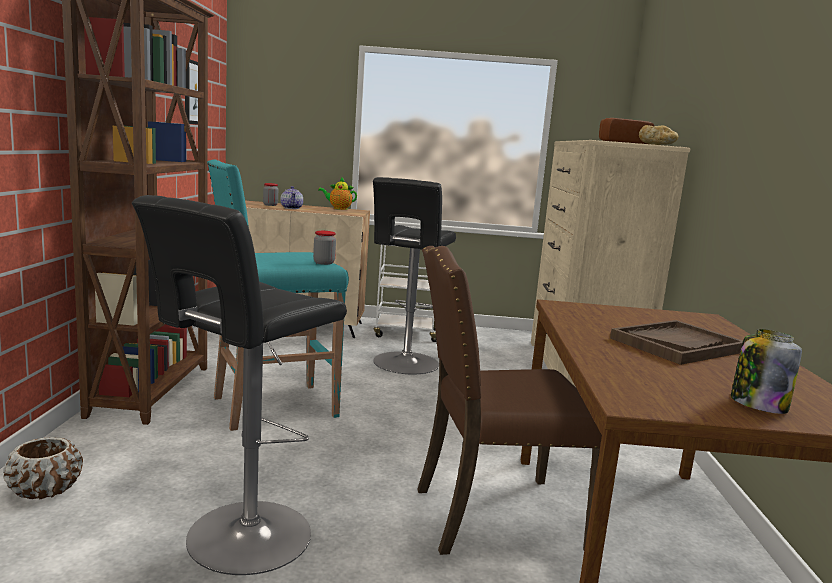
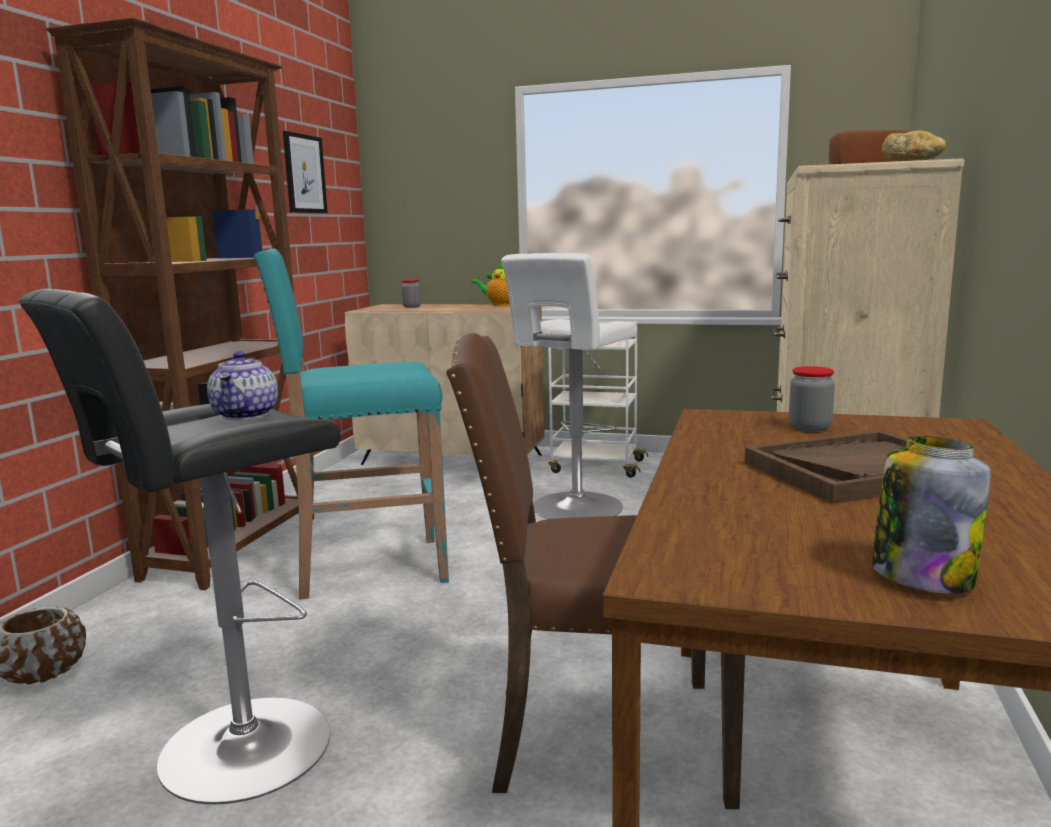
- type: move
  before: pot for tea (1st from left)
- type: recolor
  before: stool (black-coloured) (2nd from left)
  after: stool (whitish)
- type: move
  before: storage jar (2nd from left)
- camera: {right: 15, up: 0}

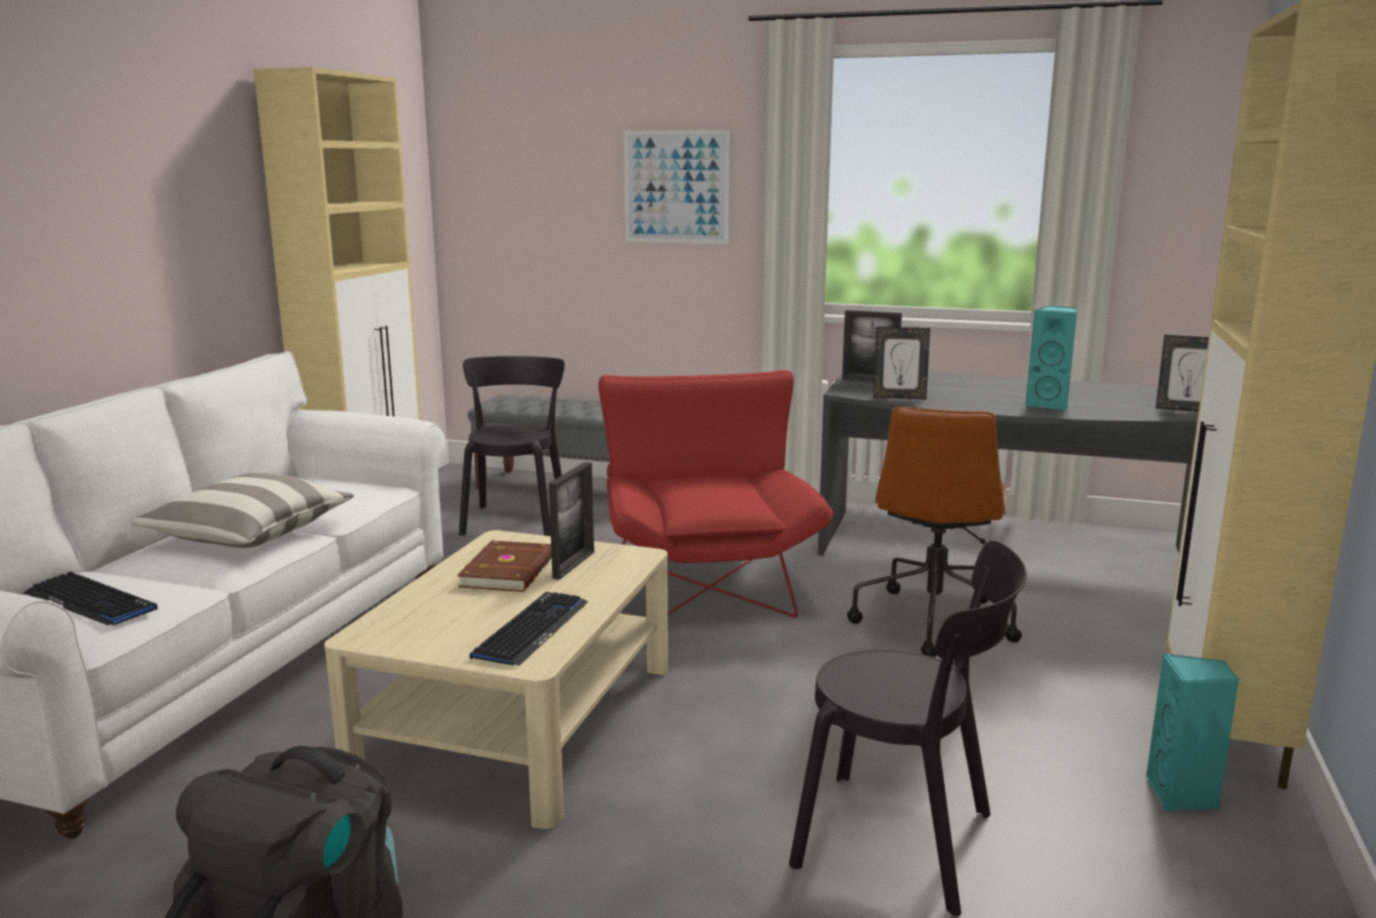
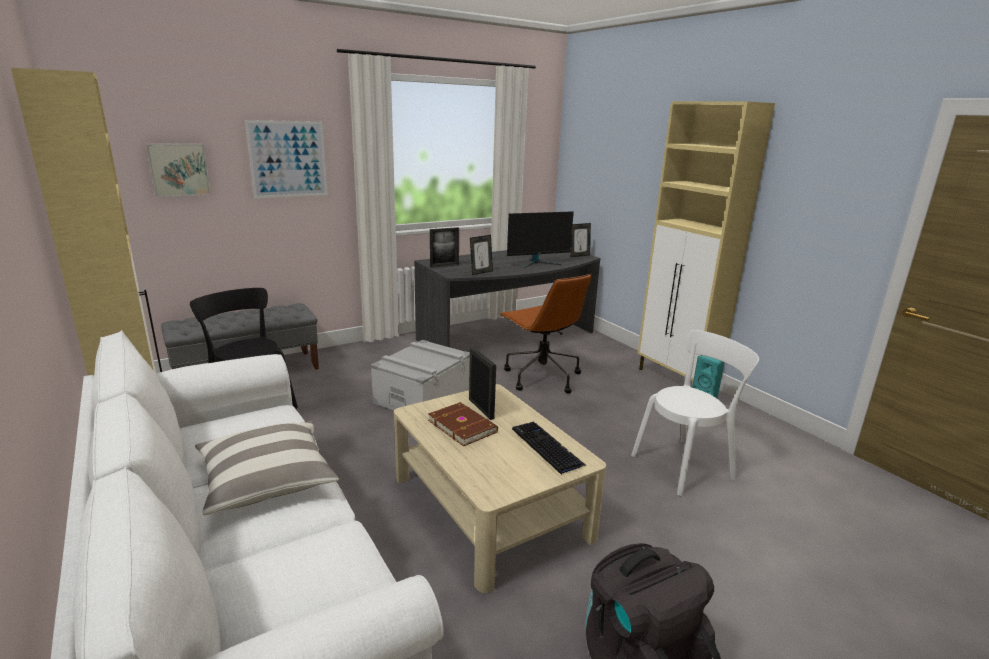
- type: insert
  after: picture (1st from left)
- type: replace
  before: lounge chair (red-coloured)
  after: storage bin (gray)
- type: replace
  before: speaker (turquoise) (1st from left)
  after: computer screen
- type: recolor
  before: chair (black-coloured) (2nd from left)
  after: chair (whitish)
- type: delete
  before: keyboard (1st from left)
- camera: {right: -50, up: 5}

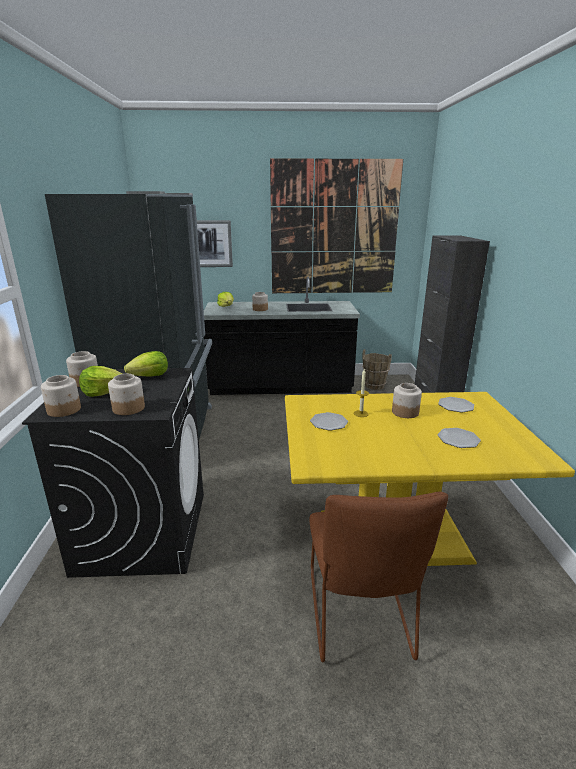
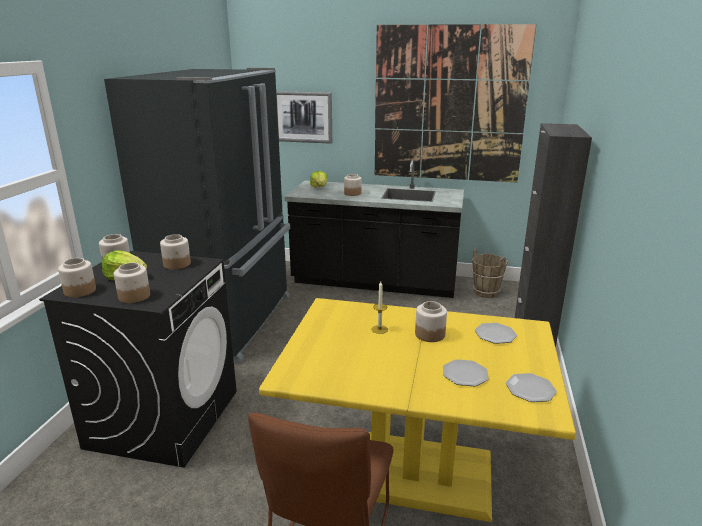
- type: replace
  before: lettuce head (2nd from left)
  after: storage jar (4th from left)
- type: move
  before: dinner plate (1st from left in the first image)
  after: dinner plate (3rd from left)
- camera: {right: 15, up: 0}

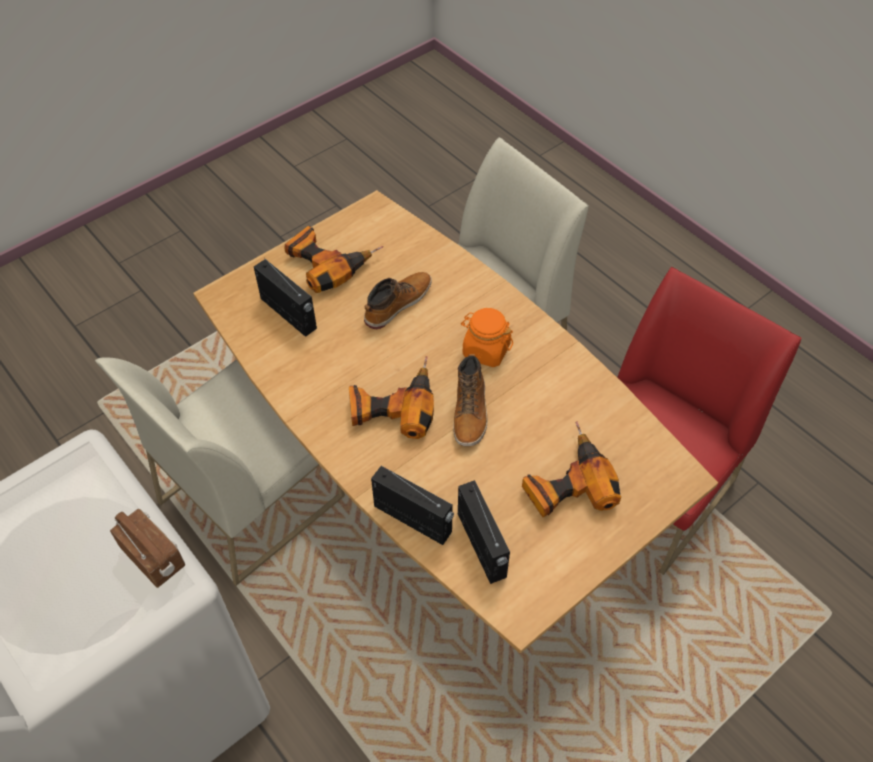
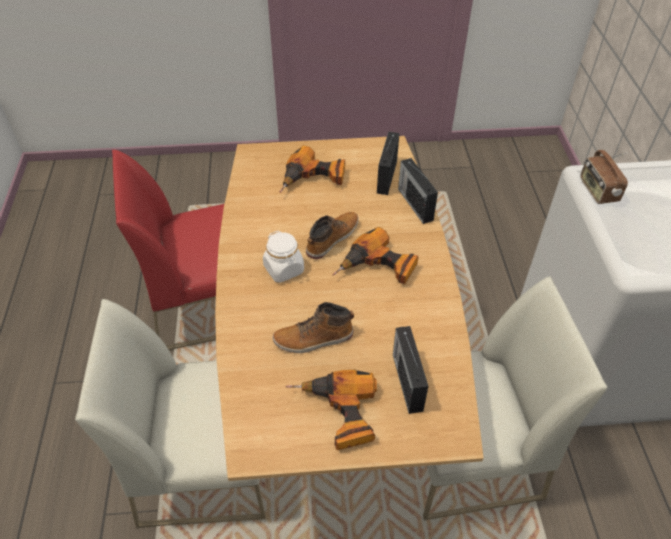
- type: recolor
  before: storage jar (orange)
  after: storage jar (whitish)
- camera: {right: -145, up: -5}

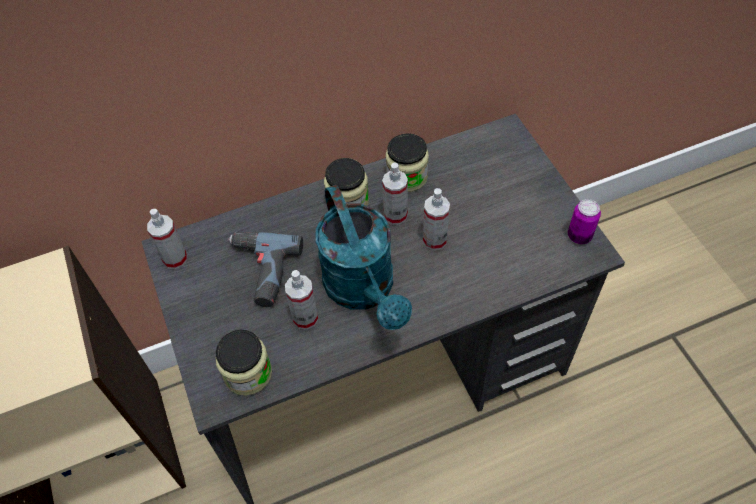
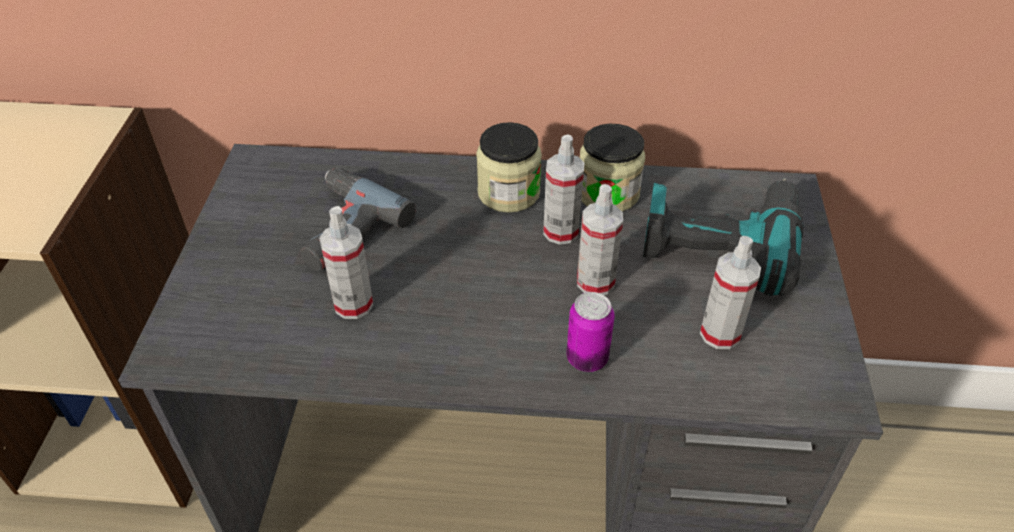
- type: move
  before: metal can
- type: insert
  after: power drill (2nd from left)
- type: move
  before: hand sprayer (1st from left in the first image)
  after: hand sprayer (4th from left)
- type: delete
  before: storage jar (1st from left)
- type: delete
  before: sprinkling can (turquoise)
- camera: {right: 25, up: -10}

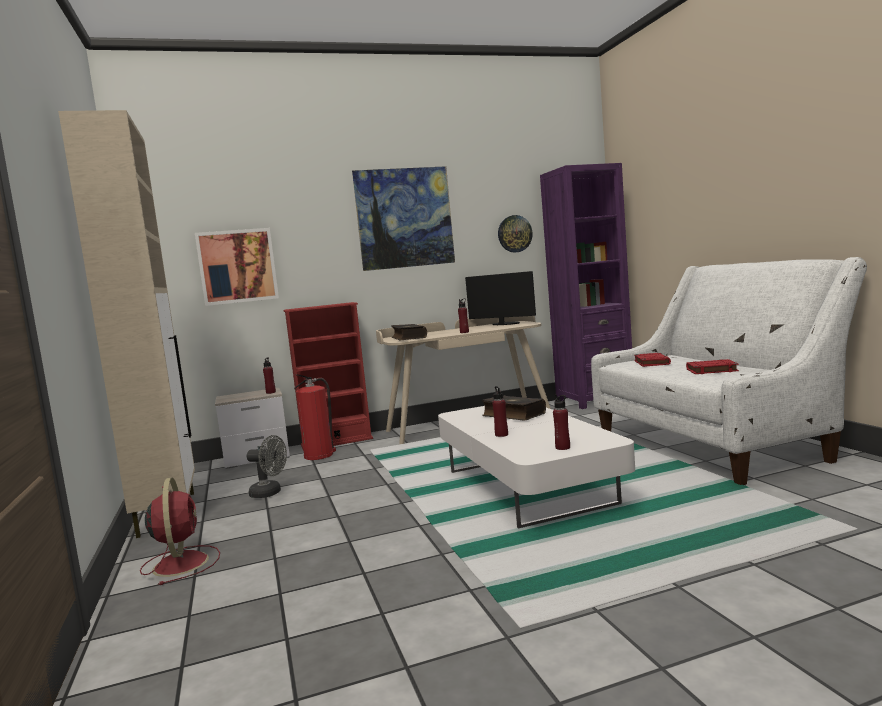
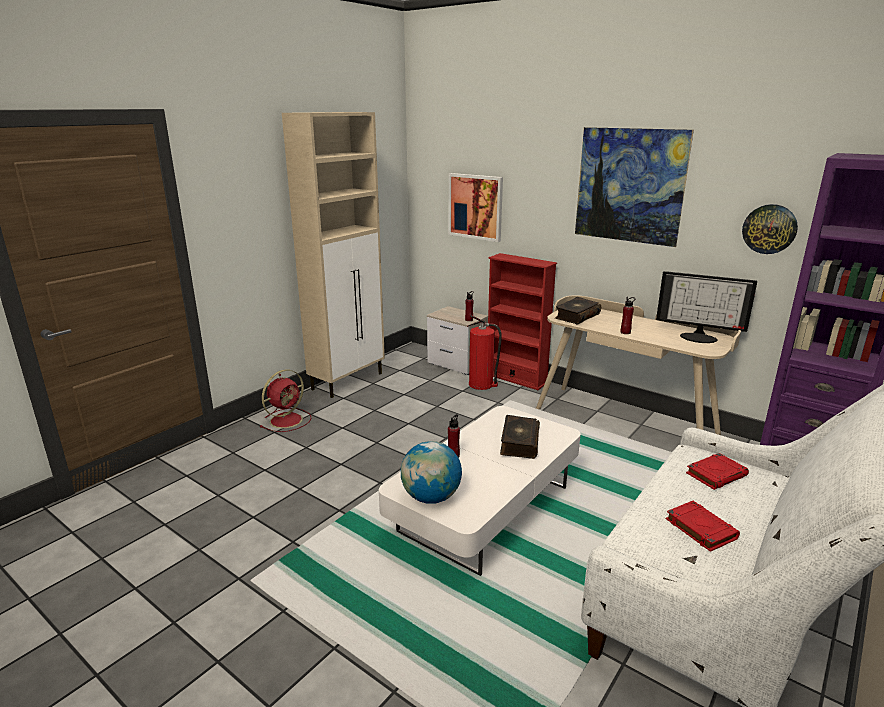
- type: replace
  before: beverage bottle (red-coloured) (4th from left)
  after: world globe
- type: rotate
  before: computer screen
  turn: 120
- type: delete
  before: electric fan (gray)
- camera: {right: 55, up: 15}

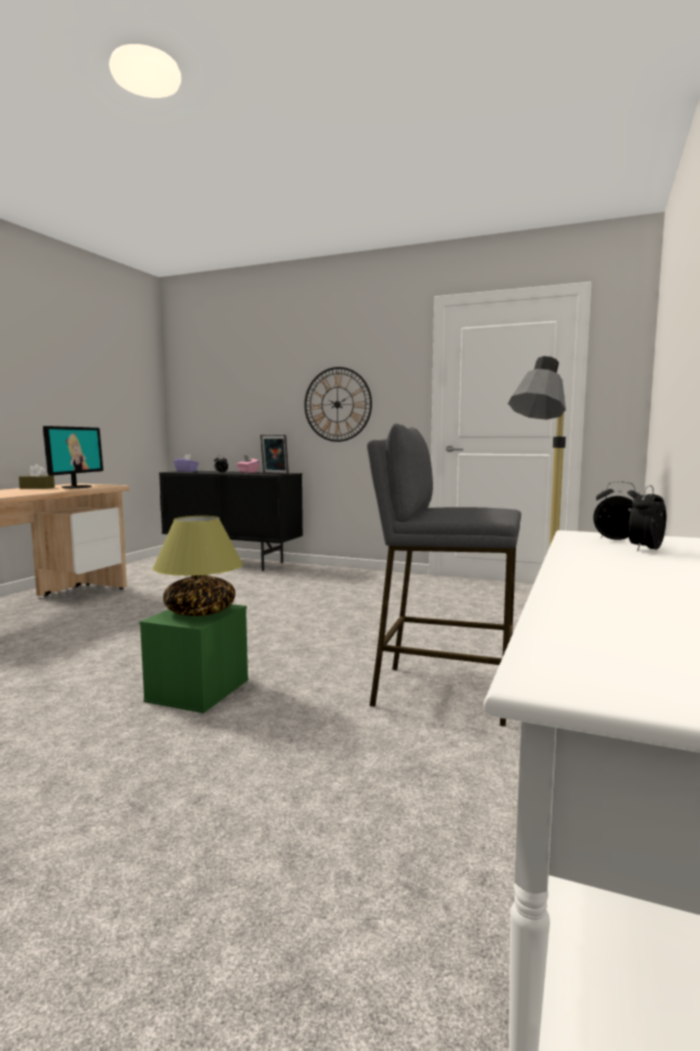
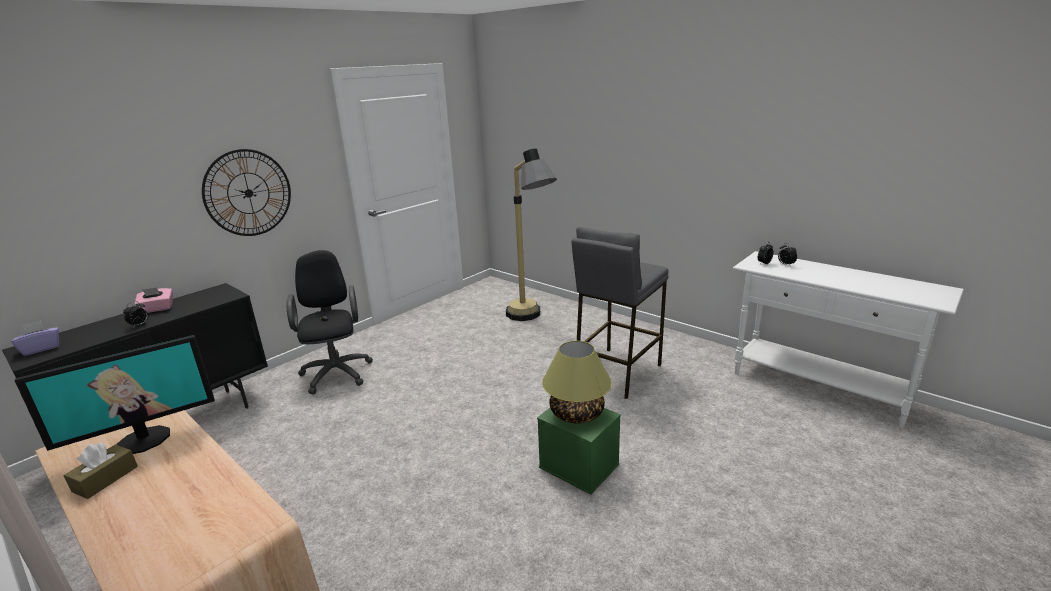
- type: rotate
  before: computer screen
  turn: 120
- type: insert
  after: office chair (black-coloured)
- type: delete
  before: photo frame
- camera: {right: -70, up: 15}

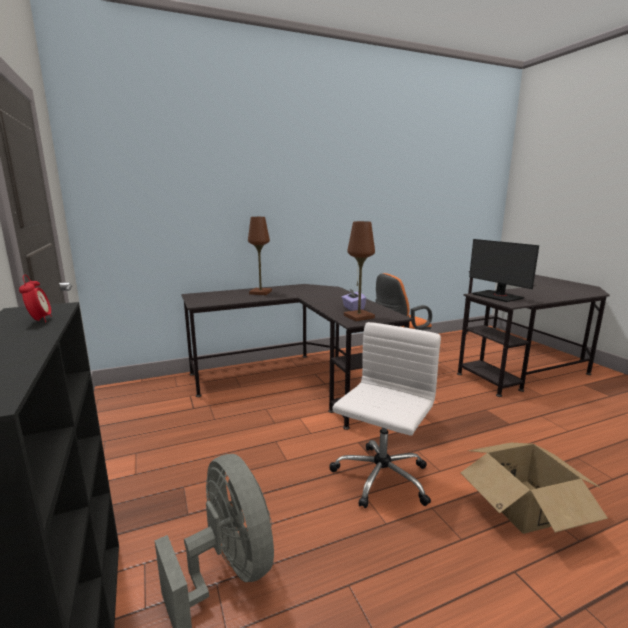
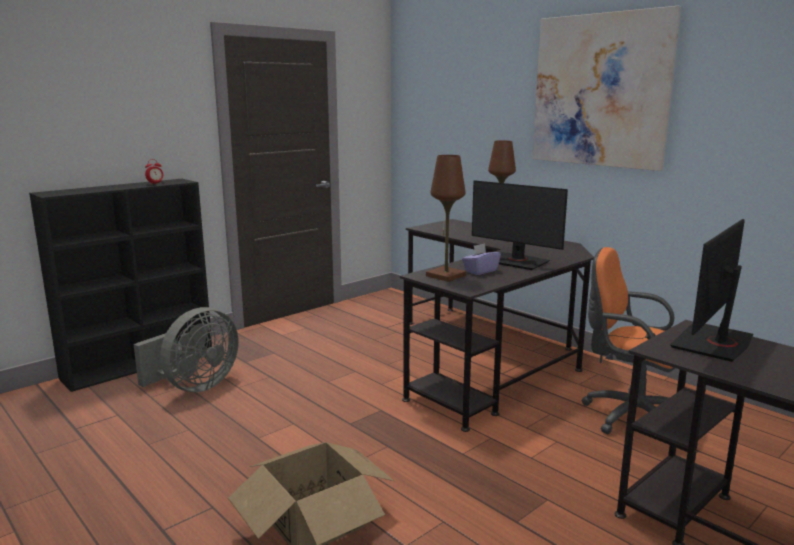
- type: insert
  after: computer screen (1st from left)
- type: insert
  after: picture
- type: delete
  before: office chair (whitish)
- camera: {right: 70, up: 0}

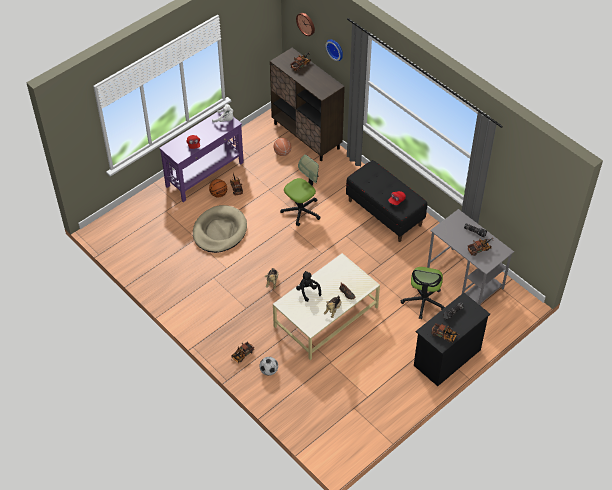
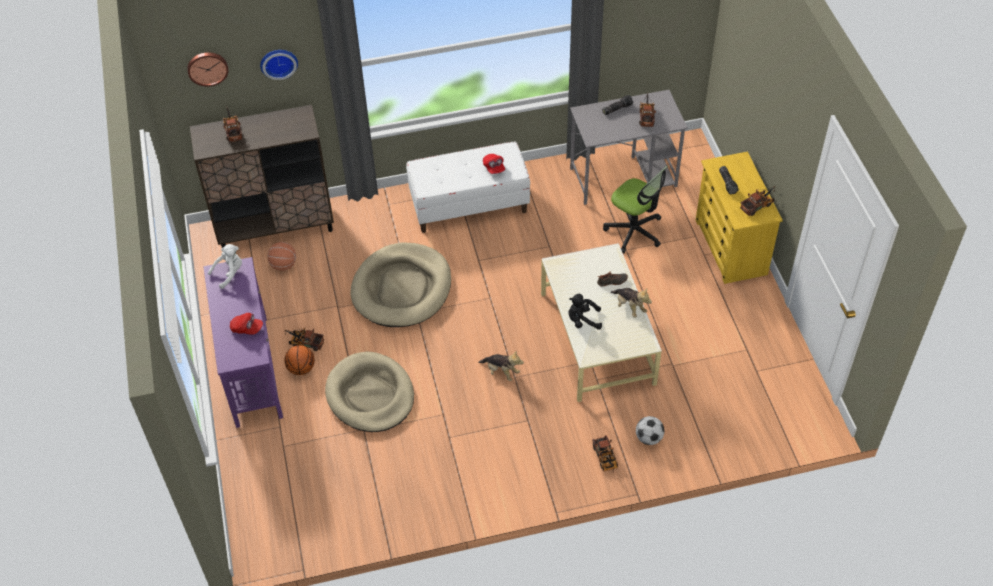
- type: replace
  before: office chair (1st from left)
  after: dog cushion (sand-coloured) (2nd from left)
- type: recolor
  before: indoor bench (black-coloured)
  after: indoor bench (whitish)
- type: recolor
  before: chest of drawers (black-coloured)
  after: chest of drawers (yellowish)
- camera: {right: -60, up: 0}

